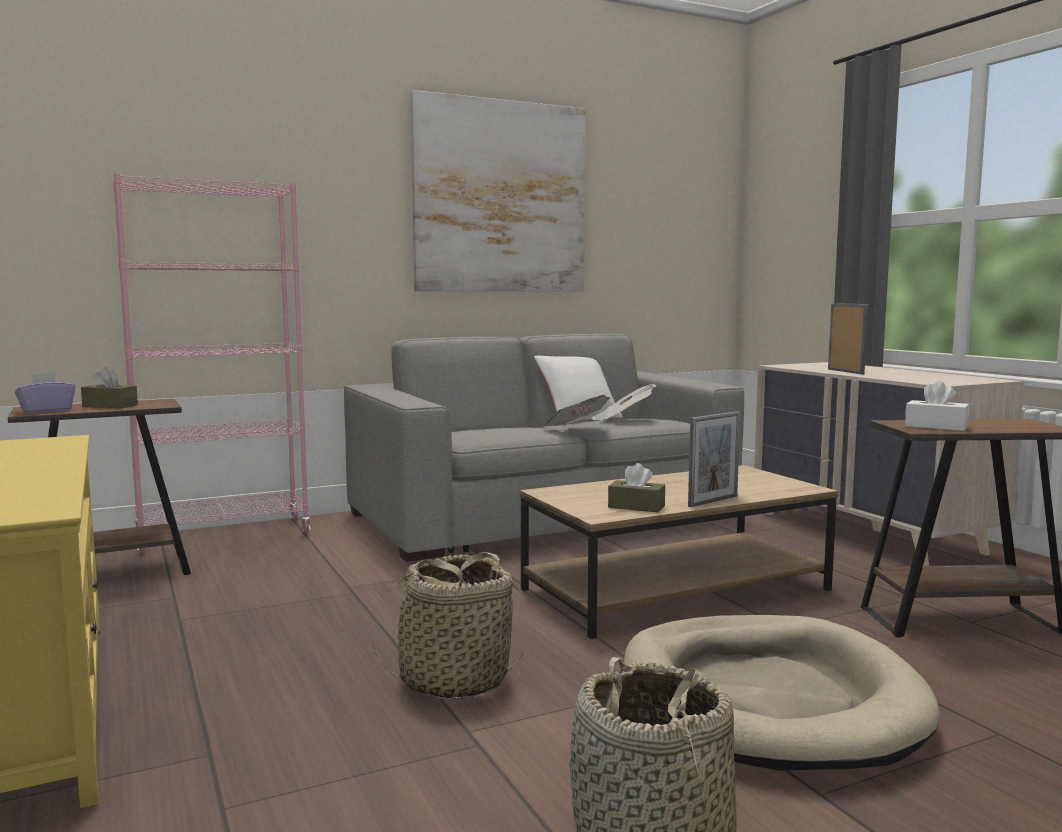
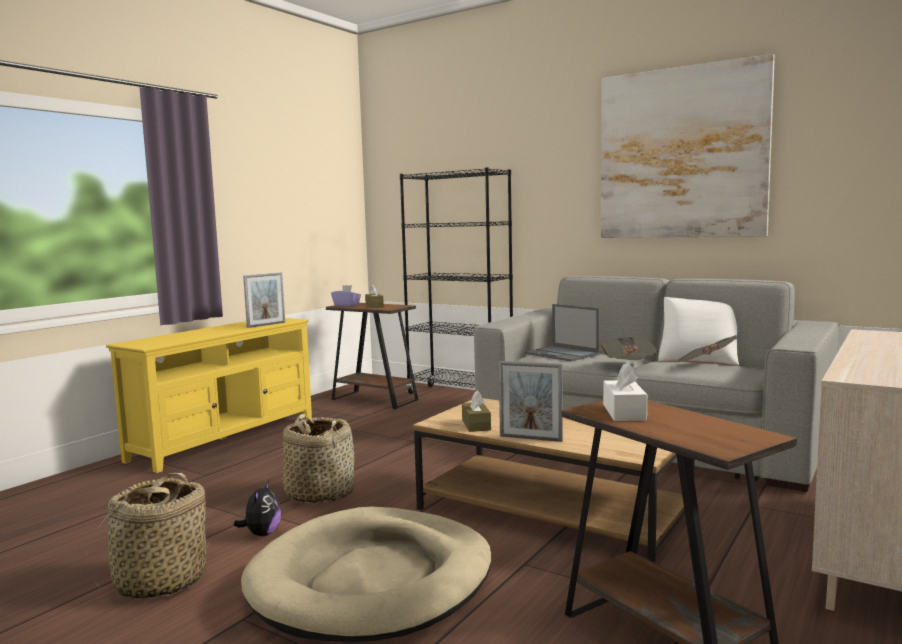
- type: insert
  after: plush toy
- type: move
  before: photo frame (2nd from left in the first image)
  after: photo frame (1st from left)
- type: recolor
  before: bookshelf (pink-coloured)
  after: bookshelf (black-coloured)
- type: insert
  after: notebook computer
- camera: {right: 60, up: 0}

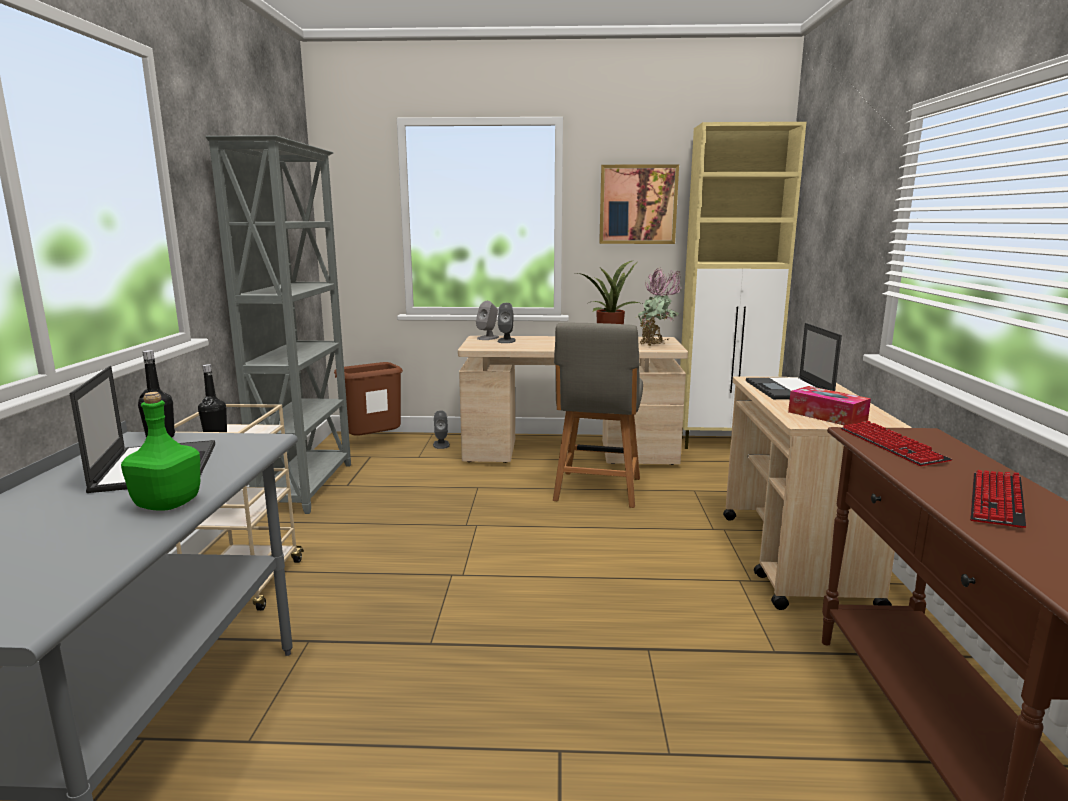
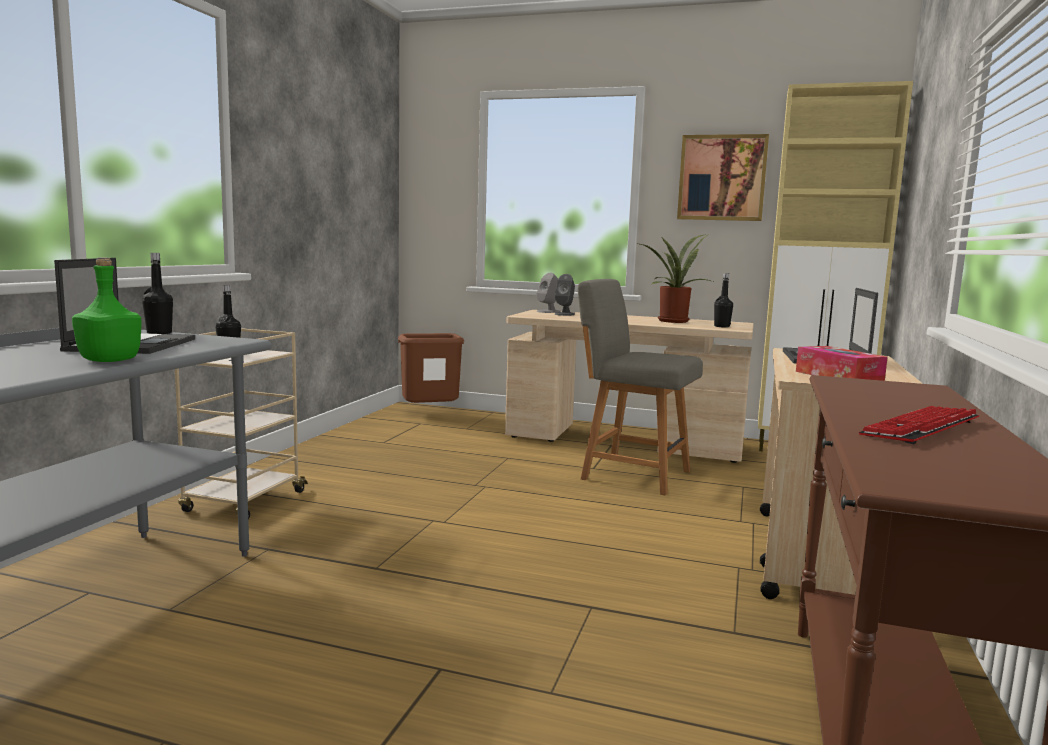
- type: rotate
  before: chair (gray)
  turn: 90
- type: replace
  before: plant in a pot (2nd from left)
  after: beverage bottle (black-coloured) (3rd from left)
- type: delete
  before: bookshelf (gray)
- type: delete
  before: speaker (gray) (1st from left)
- type: delete
  before: keyboard (1st from left)
- camera: {right: 15, up: -5}

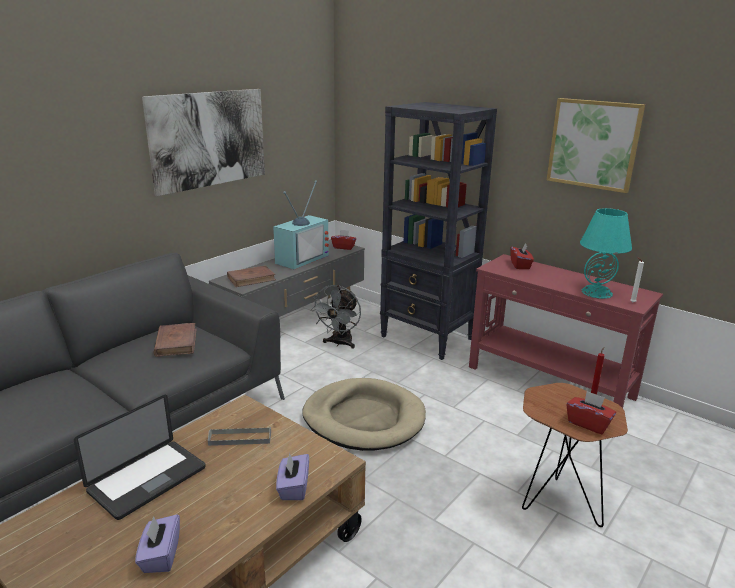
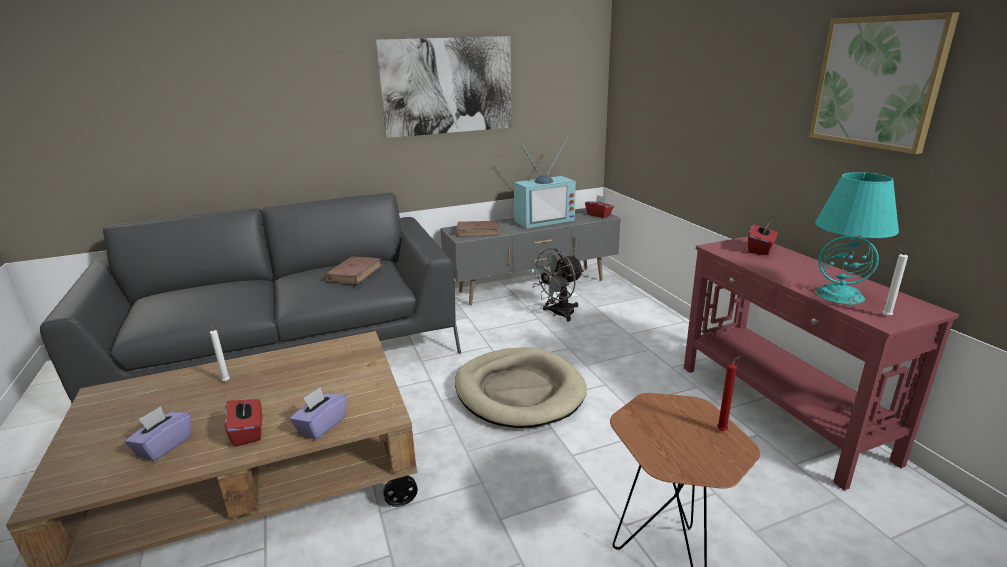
- type: replace
  before: notebook computer
  after: wax light (whitish) (1st from left)
- type: move
  before: tissue holder (red-coloured) (3rd from left in the first image)
  after: tissue holder (red-coloured) (1st from left)
- type: delete
  before: serving tray (gray)
- type: delete
  before: bookshelf (black-coloured)
- camera: {right: 30, up: 0}

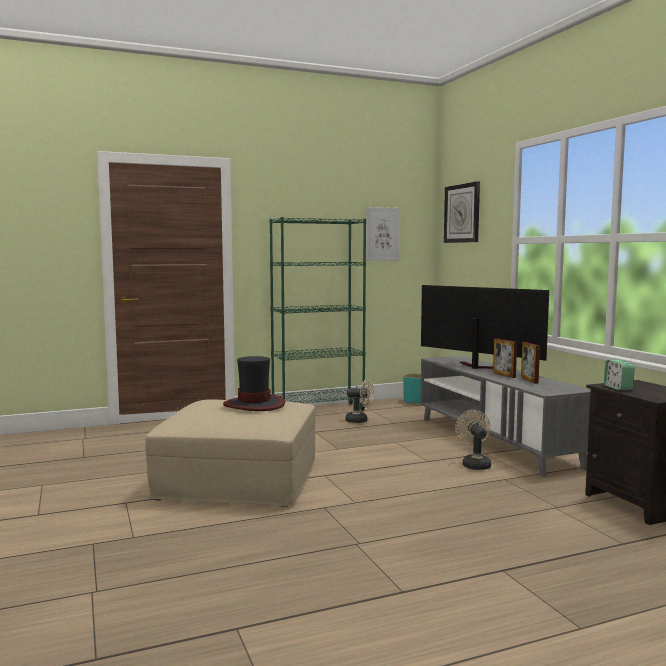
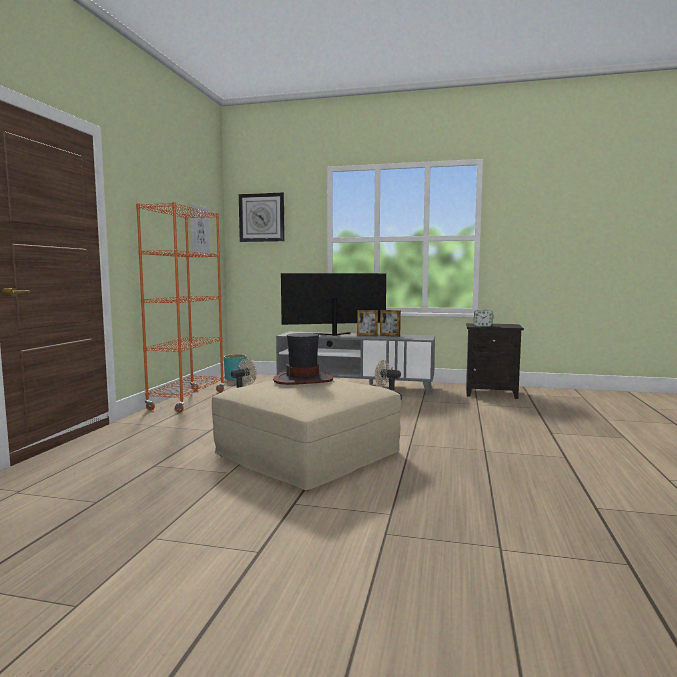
- type: recolor
  before: bookshelf (green-coloured)
  after: bookshelf (orange)
- camera: {right: -55, up: 0}

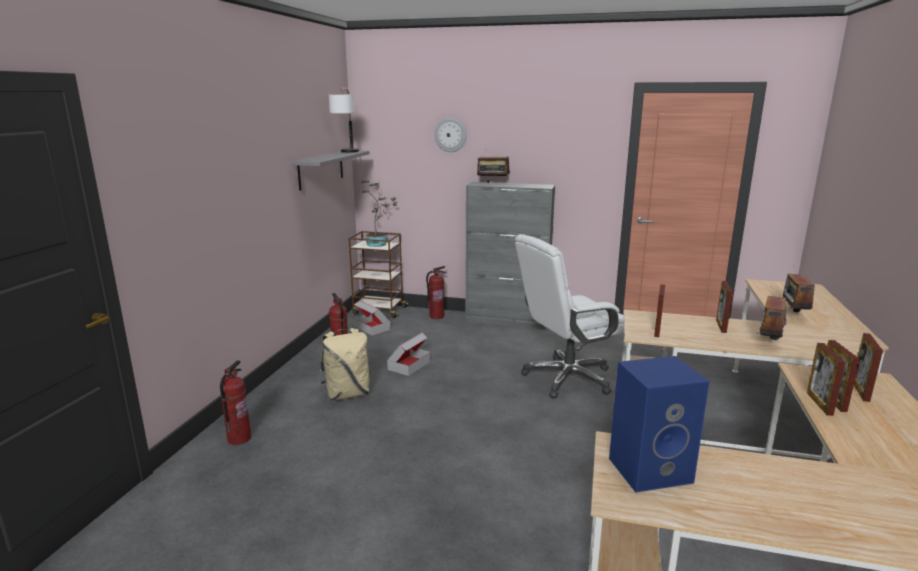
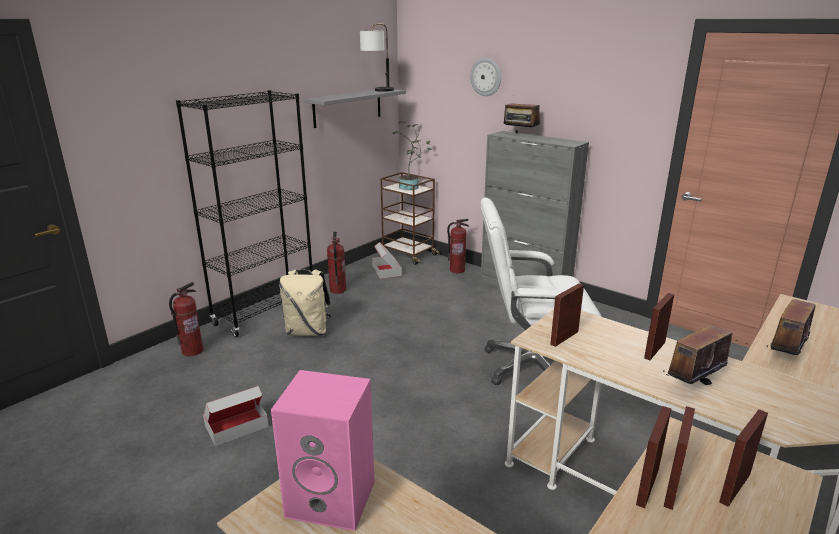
- type: insert
  after: bookshelf (black-coloured)
- type: move
  before: cardboard box (2nd from left in the first image)
  after: cardboard box (1st from left)
- type: recolor
  before: speaker (blue)
  after: speaker (pink-coloured)
- camera: {right: 25, up: 5}

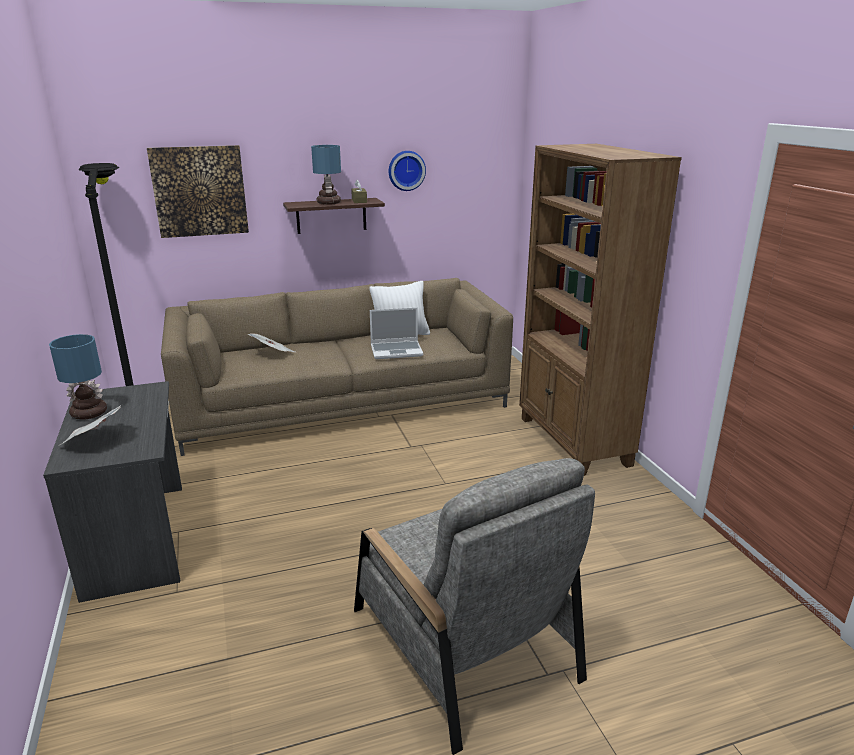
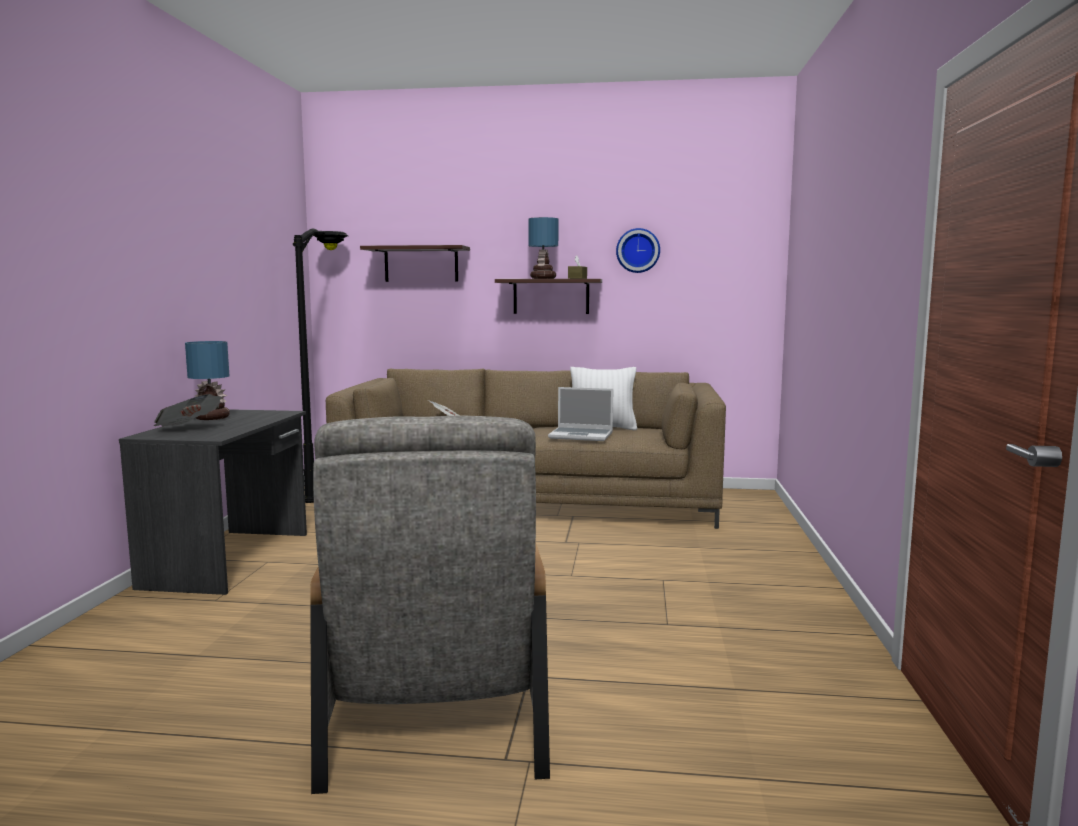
- type: replace
  before: picture
  after: wall shelf (1st from left)
- type: delete
  before: bookshelf (brown-coloured)
- camera: {right: 25, up: -15}

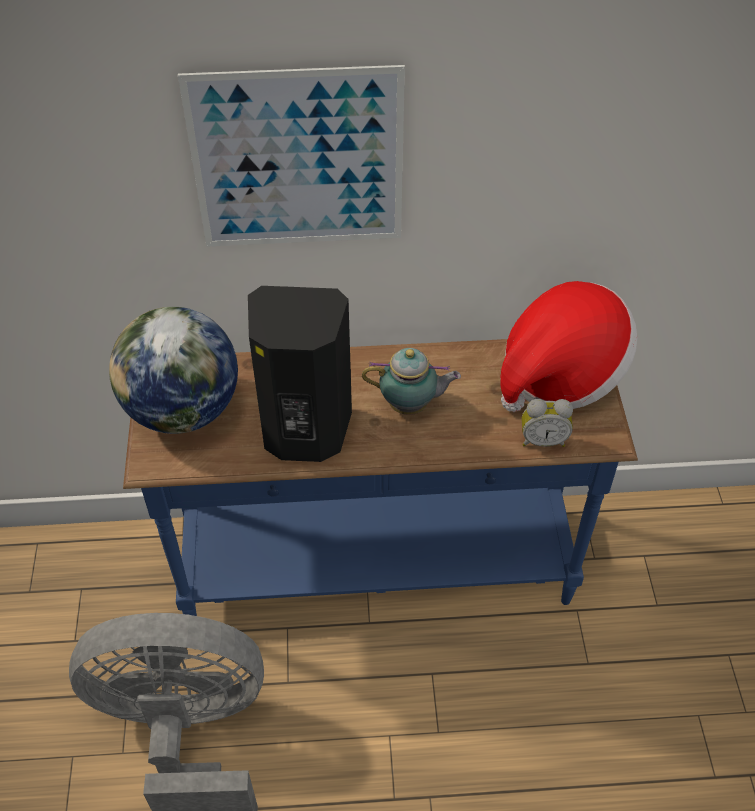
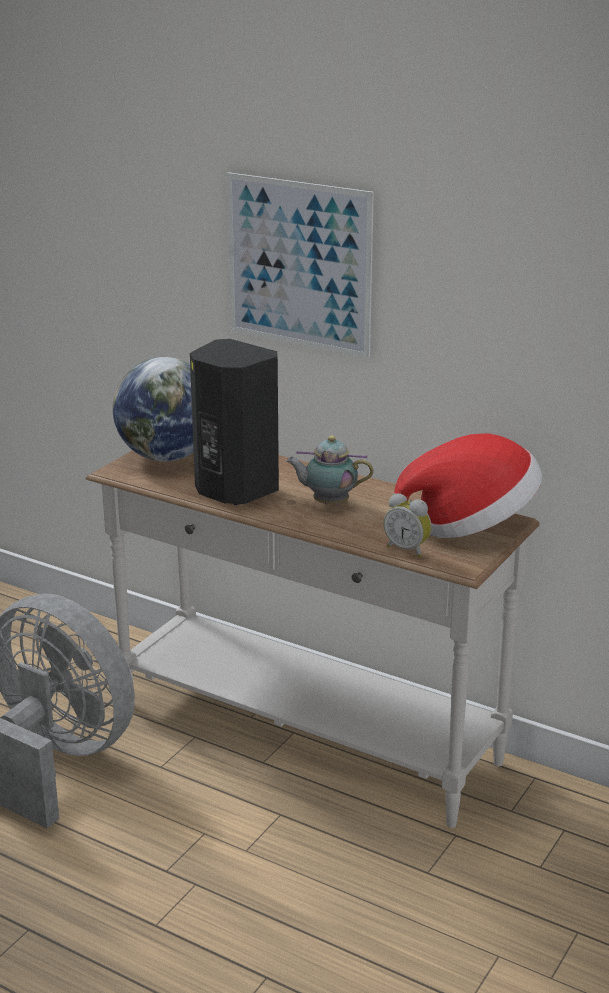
- type: recolor
  before: console table (blue)
  after: console table (whitish)
- type: rotate
  before: pot for tea
  turn: 150
- camera: {right: 35, up: -25}

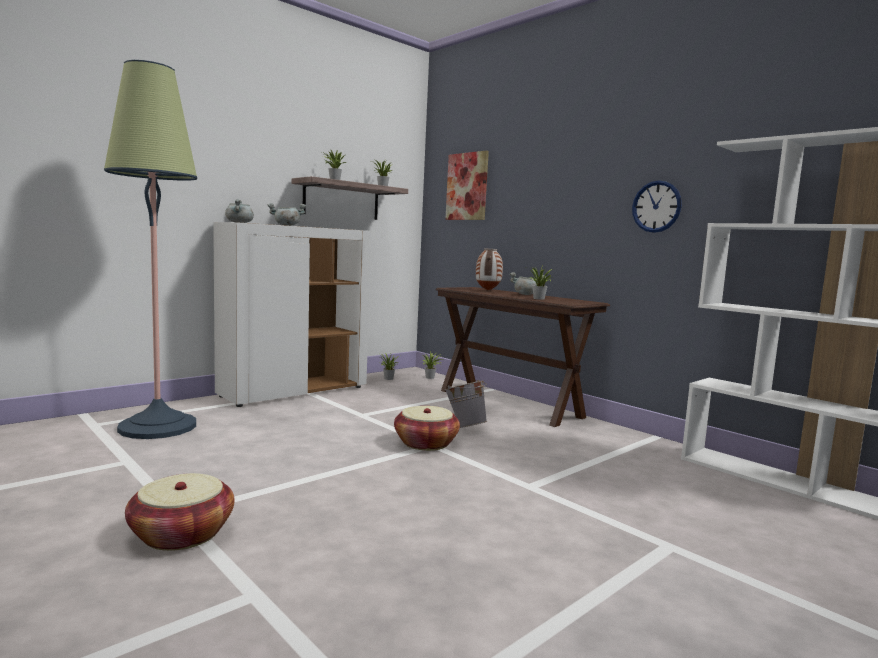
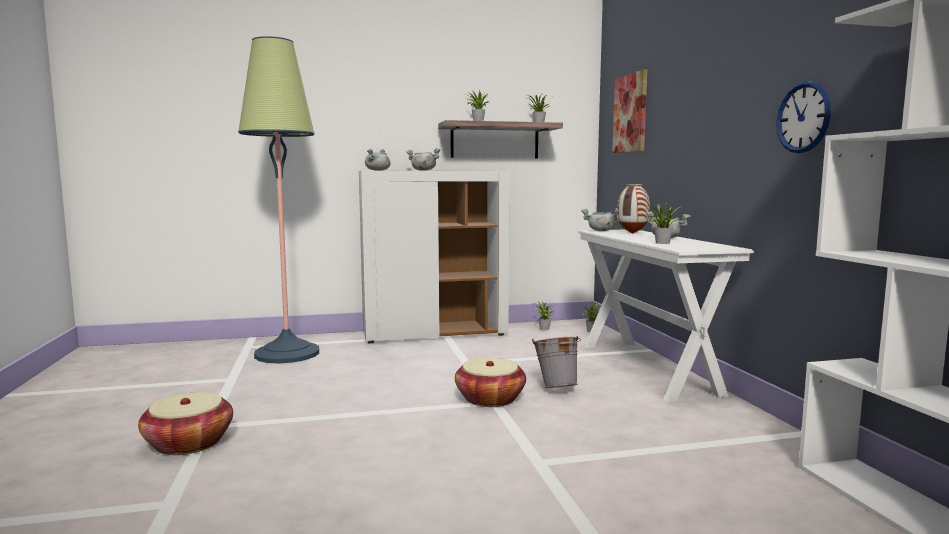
- type: recolor
  before: console table (brown-coloured)
  after: console table (whitish)
- type: insert
  after: cooking pot (gray) (3rd from left)
- camera: {right: 30, up: 0}

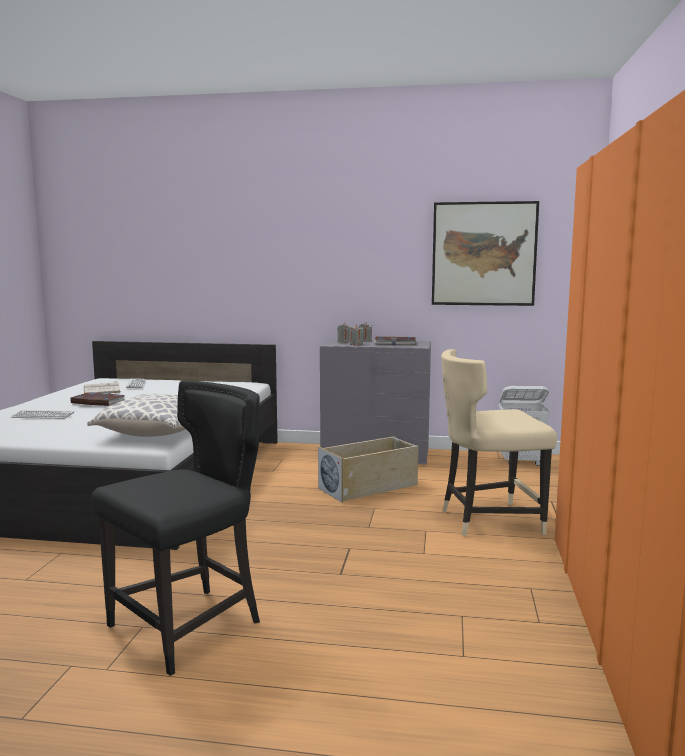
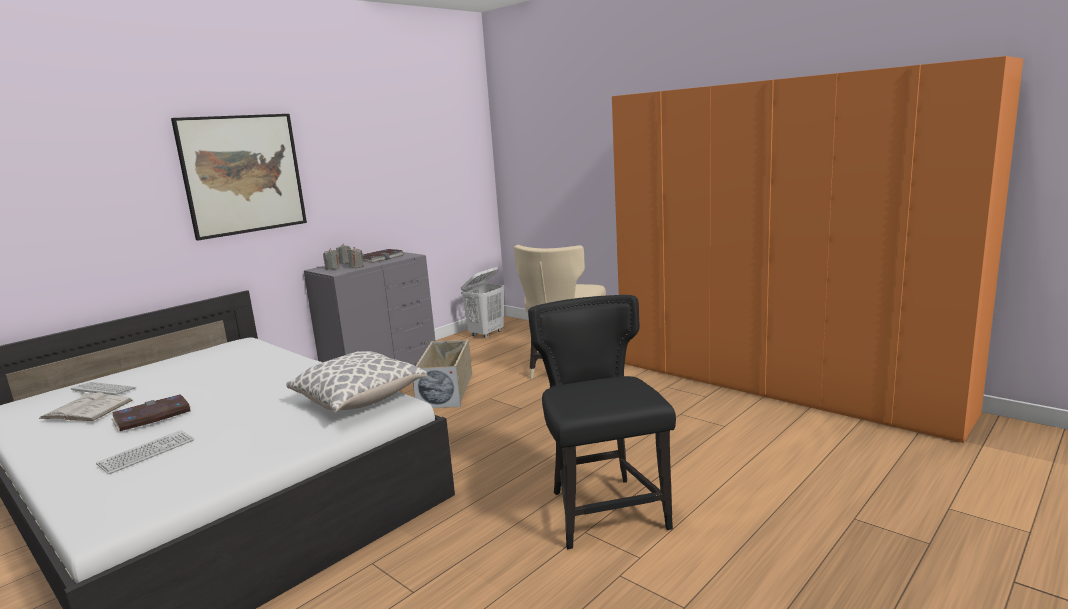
- type: move
  before: picture
- camera: {right: -55, up: 5}

